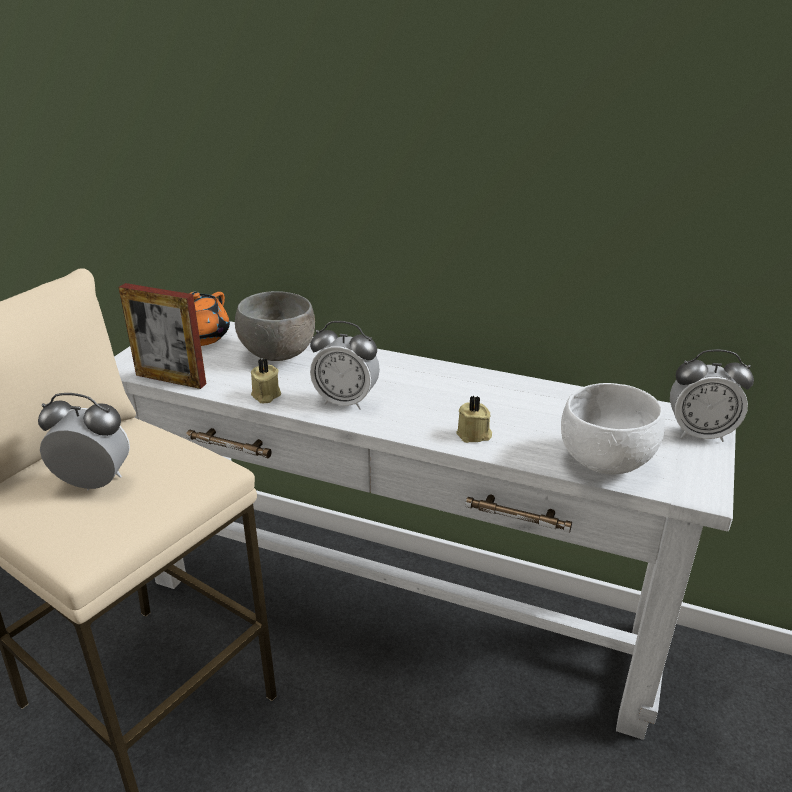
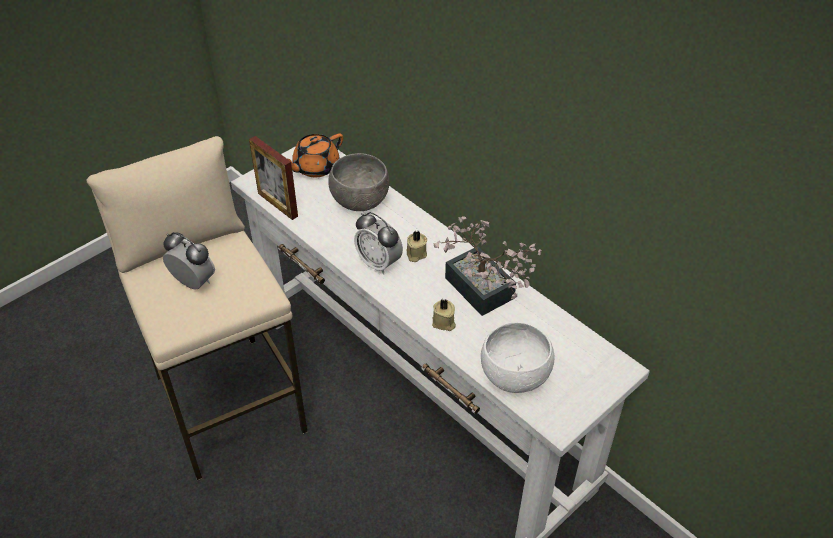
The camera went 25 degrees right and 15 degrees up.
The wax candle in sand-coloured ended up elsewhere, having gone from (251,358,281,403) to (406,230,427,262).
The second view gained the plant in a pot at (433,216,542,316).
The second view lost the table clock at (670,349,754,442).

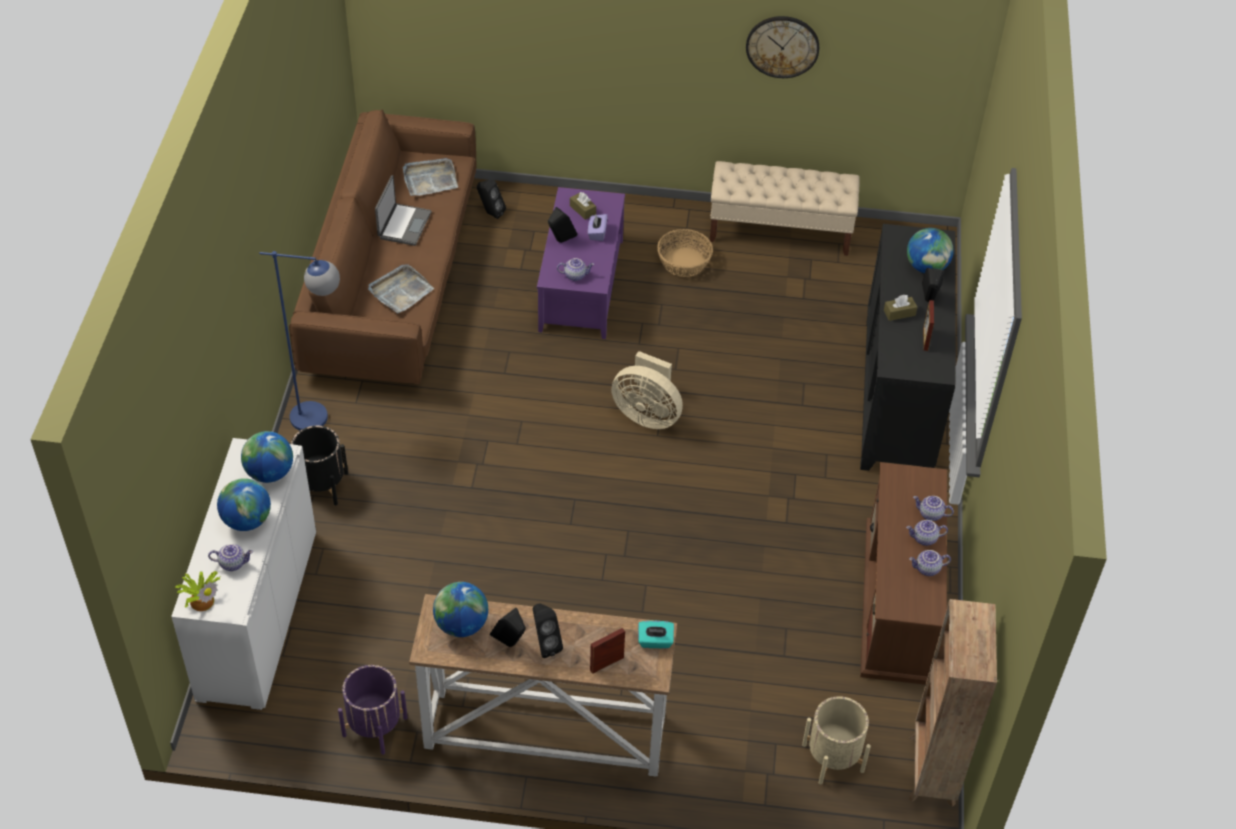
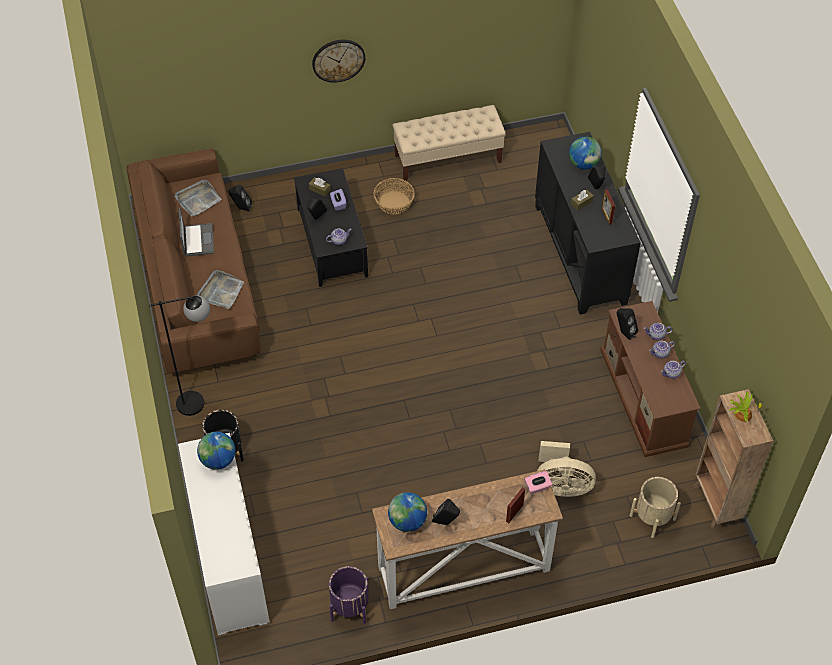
The camera went 20 degrees left and 5 degrees up.
What was the standing lamp in blue at (259,251,340,430) turned into the standing lamp in black at (149,295,210,416).
What was the lounge table in purple-coloured at (537,187,625,339) turned into the lounge table in black at (294,168,368,287).
The wall clock ended up elsewhere, having gone from (746,16,819,78) to (312,40,365,83).
What was the tissue box in turquoise-coloured at (638,621,674,649) turned into the tissue box in pink at (525,471,552,494).
The fan in sand-coloured ended up elsewhere, having gone from (611,351,683,429) to (537,441,596,497).
The loudspeaker in black ended up elsewhere, having gone from (533,603,563,658) to (617,308,638,340).
The plant in a pot ended up elsewhere, having gone from (175,571,220,611) to (730,391,762,422).
The second view lost the tea pot at (208,544,253,571).
The second view lost the world globe at (217,478,271,531).

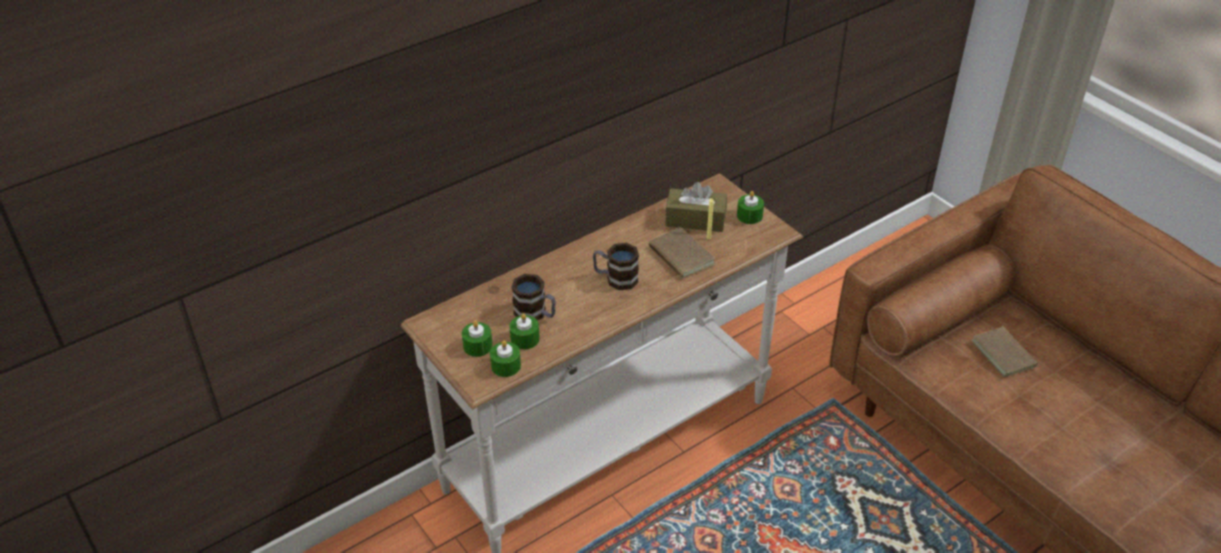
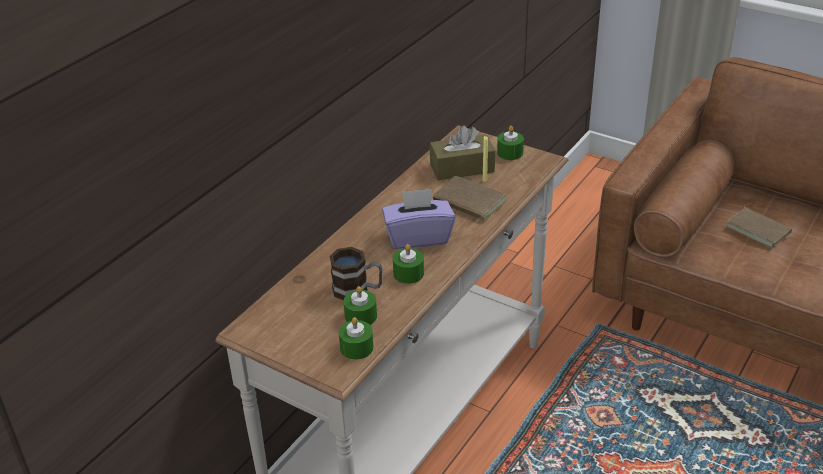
The camera went 20 degrees left and 5 degrees down.
Where the mug stood at (593,243,639,290), the tissue box in purple-coloured came to stand at (382,189,455,249).
The wax candle in greenish ended up elsewhere, having gone from (462,321,493,357) to (393,244,424,284).

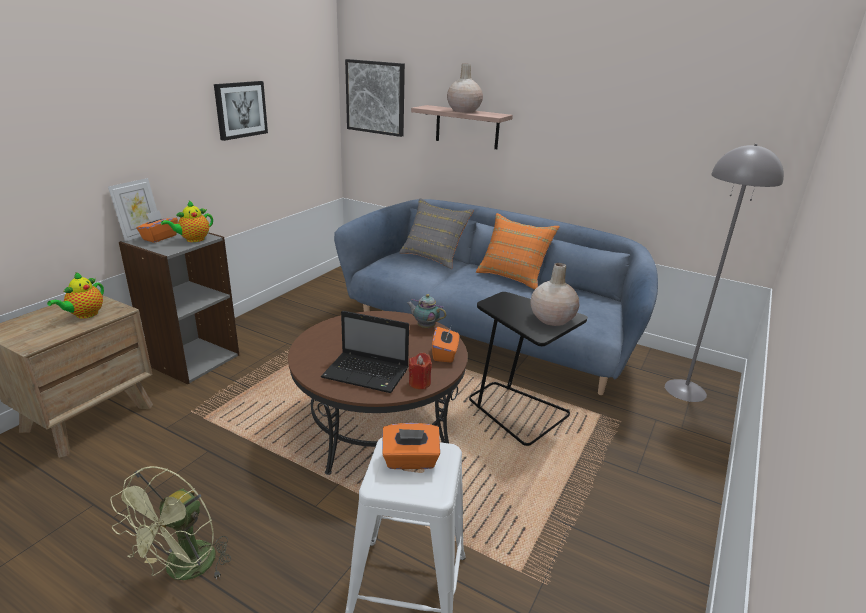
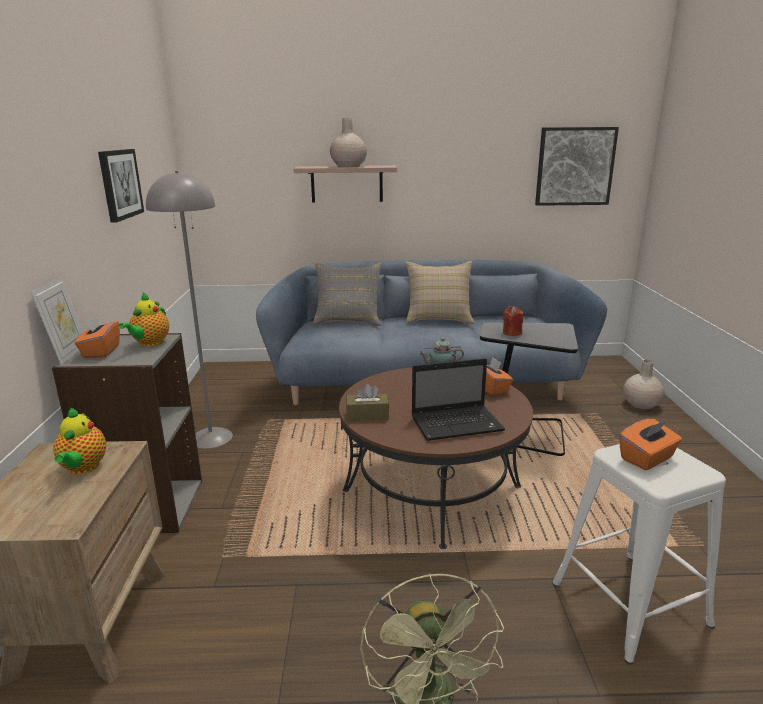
The camera went 30 degrees left and 5 degrees down.
The standing lamp in greyish ended up elsewhere, having gone from (665,144,784,402) to (146,171,233,449).
The second view gained the tissue box in brown-coloured at (346,384,389,421).
What was the pillow in orangey at (476,213,560,290) turned into the pillow in sand-coloured at (406,261,474,324).
The wax candle in red-coloured ended up elsewhere, having gone from (409,353,432,389) to (503,306,523,336).
The picture ended up elsewhere, having gone from (345,59,405,137) to (535,127,619,206).
The vase in sand-coloured ended up elsewhere, having gone from (530,263,579,326) to (623,360,665,410).

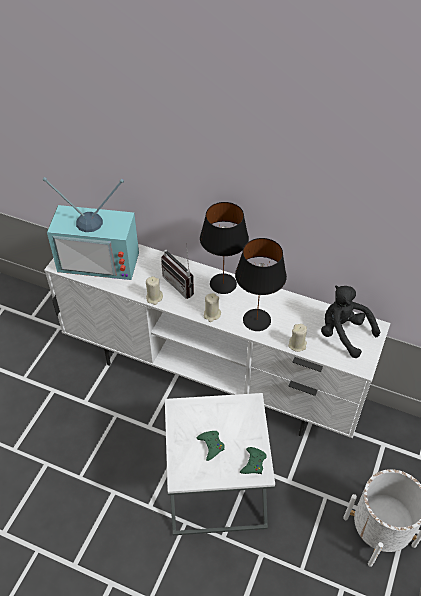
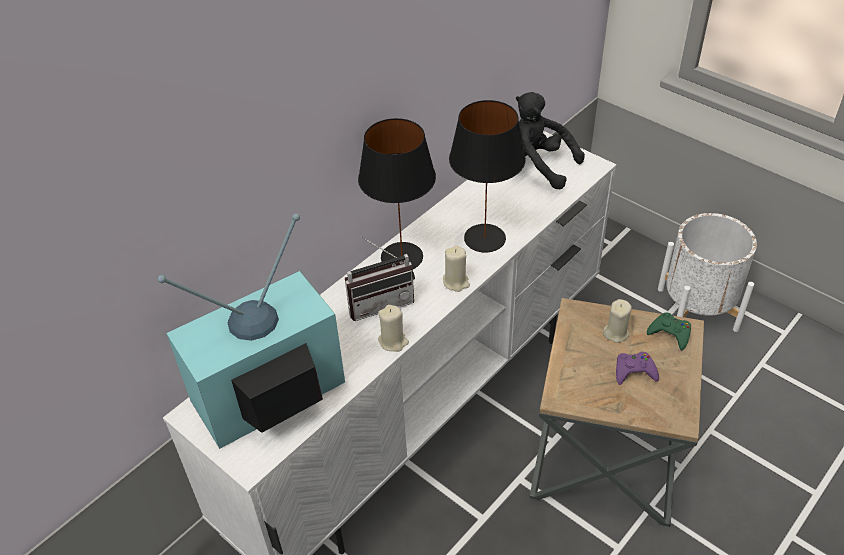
The camera went 70 degrees left and 5 degrees down.
The TV at (43,177,139,280) ended up facing another way, 150 degrees counterclockwise from before.
The cuddly toy in black at (321,285,380,358) ended up facing another way, 60 degrees clockwise from before.
What was the end table in white at (165,393,275,535) turned into the end table in brown-coloured at (529,298,704,527).
The wax candle in sand-coloured ended up elsewhere, having gone from (288,324,307,352) to (603,299,632,343).
What was the game controller in greenish at (197,431,225,461) turned into the game controller in purple-coloured at (616,352,659,385).

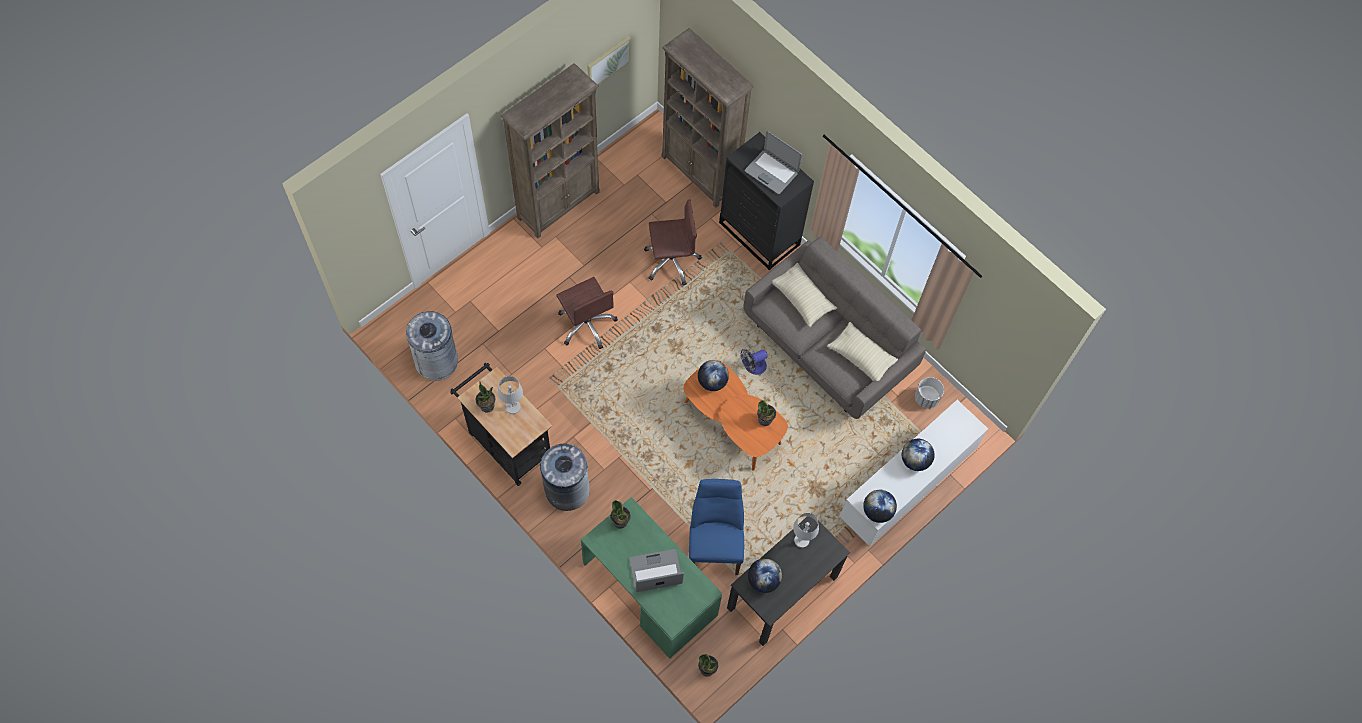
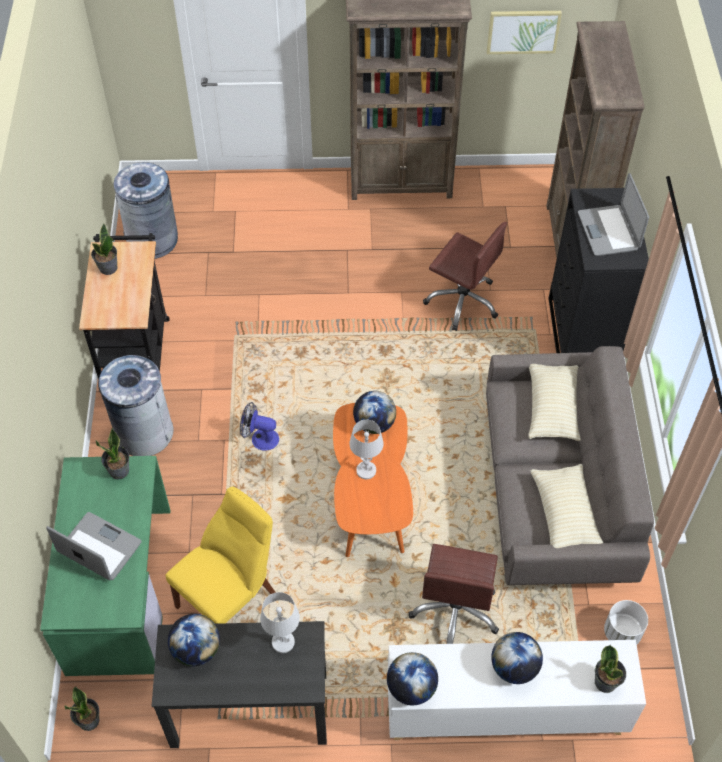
The camera went 45 degrees right and 10 degrees down.
What was the chair in blue at (689,479,744,575) turned into the chair in yellow at (165,486,276,624).
The fan ended up elsewhere, having gone from (741,349,768,375) to (240,402,279,451).
The table lamp in white ended up elsewhere, having gone from (498,376,523,414) to (349,420,384,479).
The desk chair in brown-coloured ended up elsewhere, having gone from (556,277,618,349) to (409,544,499,644).
The plant in a pot ended up elsewhere, having gone from (757,400,776,426) to (595,645,626,693).

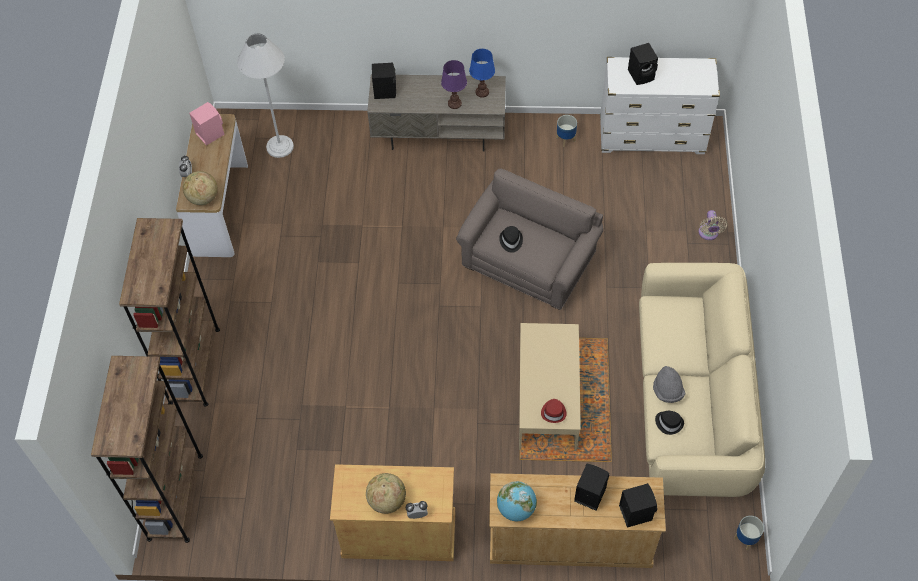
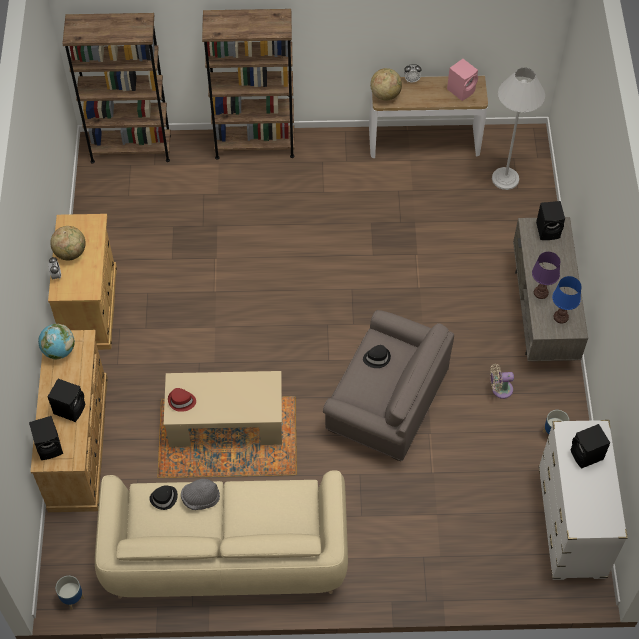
The camera went 85 degrees right and 0 degrees up.
The fan in sand-coloured ended up elsewhere, having gone from (699,210,727,240) to (490,364,514,399).

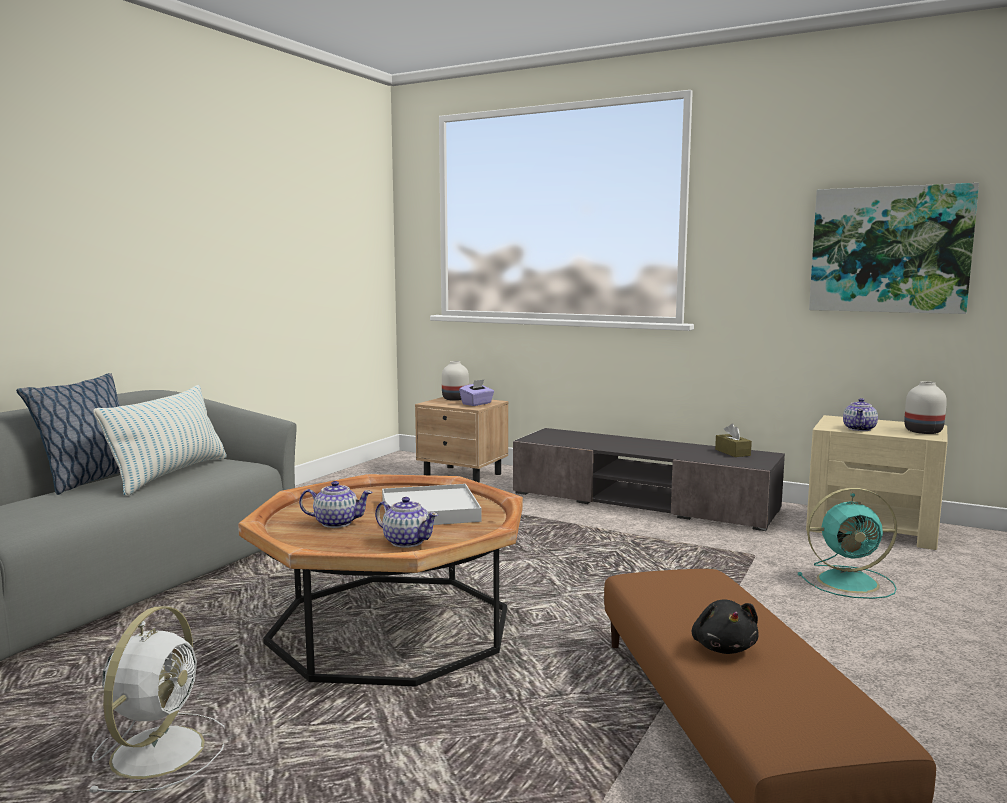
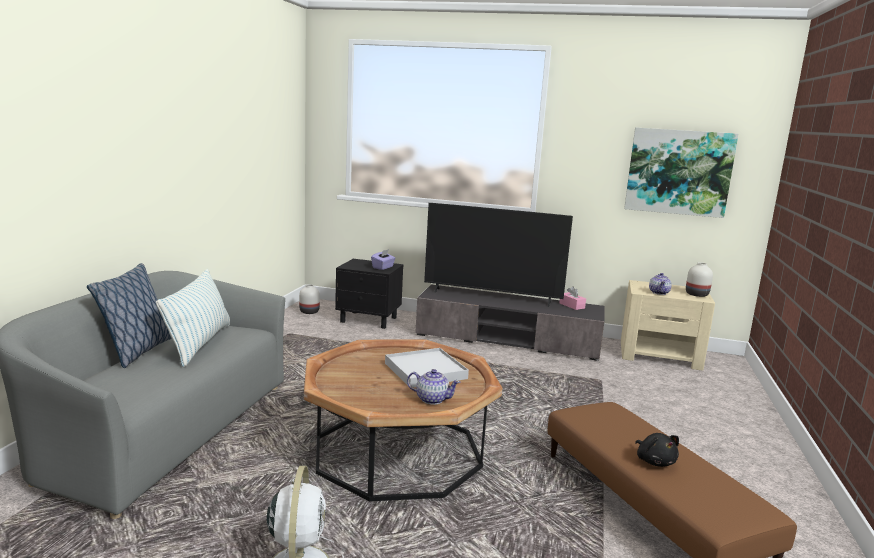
The camera went 15 degrees left and 5 degrees up.
The vase in white ended up elsewhere, having gone from (442,361,469,401) to (299,284,320,314).
What was the bedside table in sand-coloured at (415,397,508,483) turned into the bedside table in black at (335,259,403,329).
The second view gained the TV at (424,203,573,307).
What was the tissue box in brown-coloured at (715,424,752,457) turned into the tissue box in pink at (559,286,586,310).
The second view lost the tea pot at (299,481,372,528).
The second view lost the fan in turquoise-coloured at (798,488,897,599).

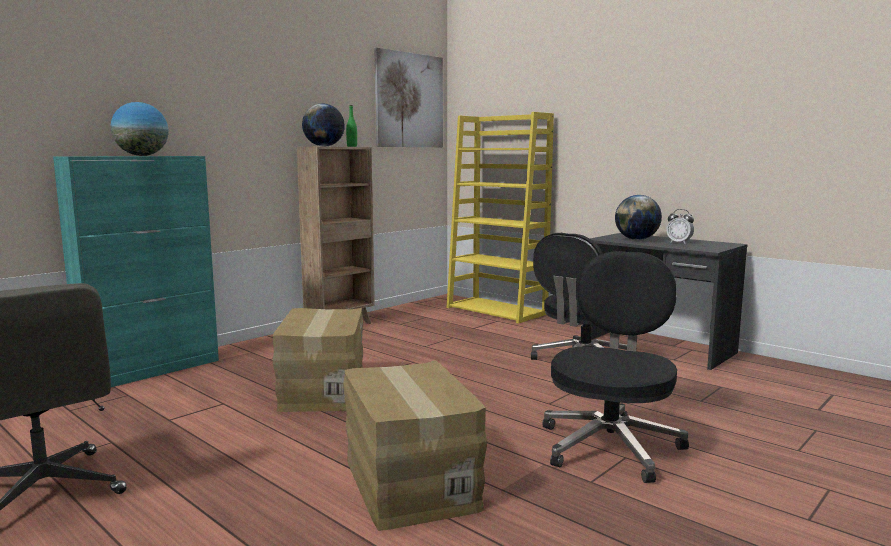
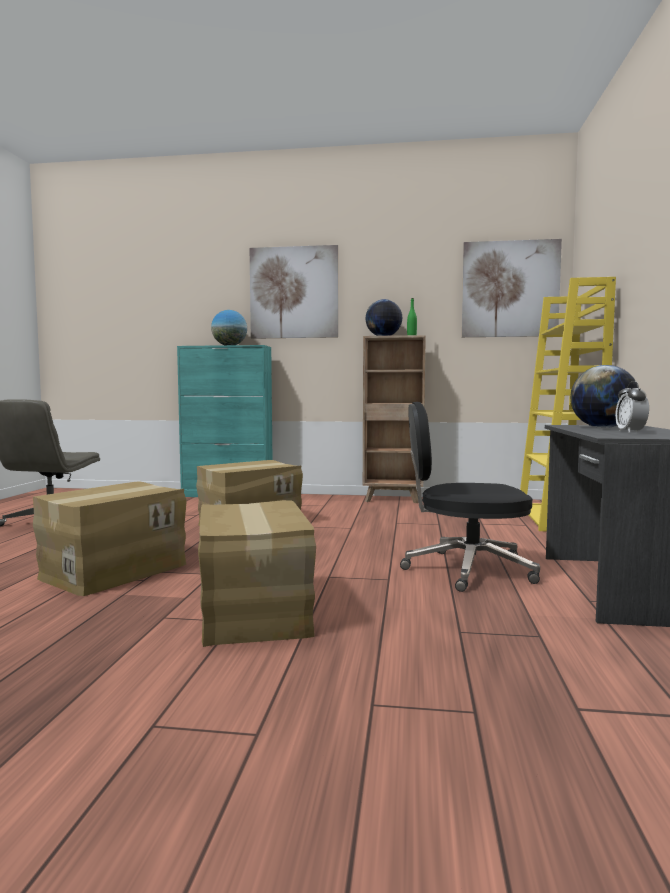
The camera went 55 degrees right and 5 degrees down.
Where the desk chair in black stood at (542,251,689,483), the cardboard box came to stand at (198,500,316,647).
The second view gained the picture at (250,245,338,339).

